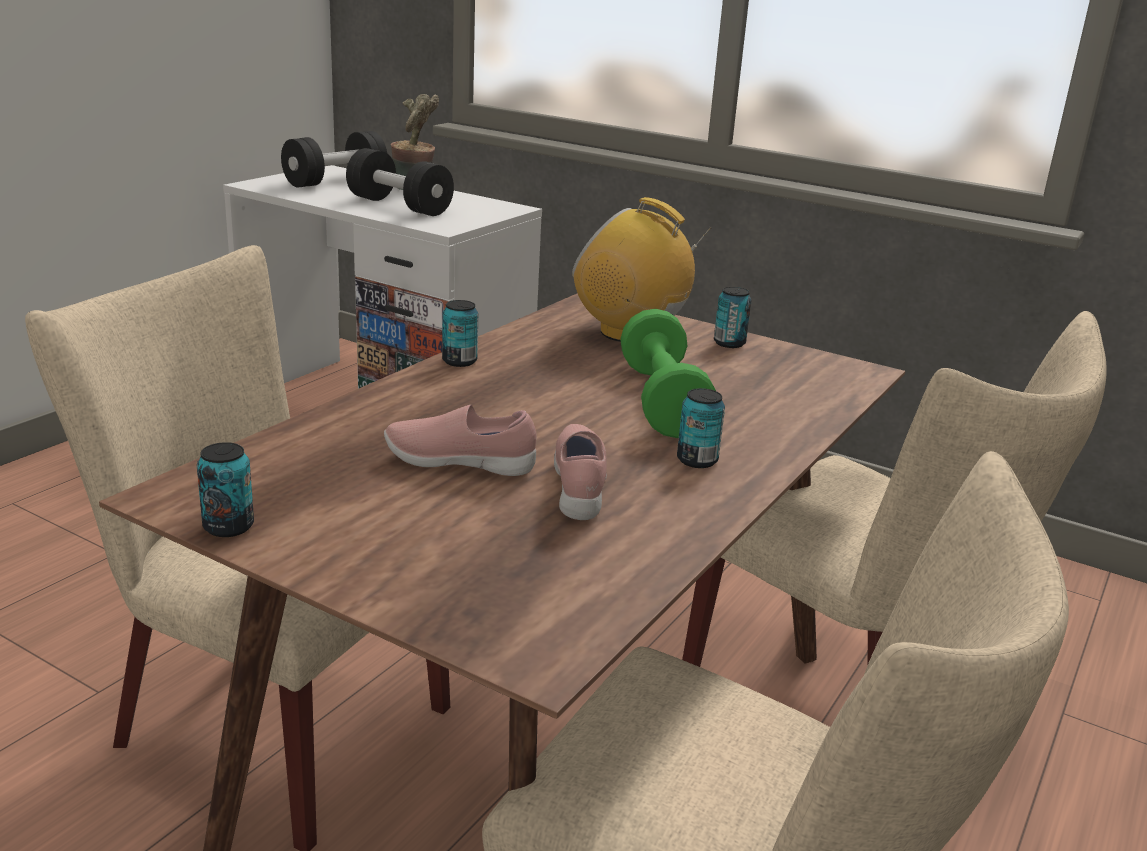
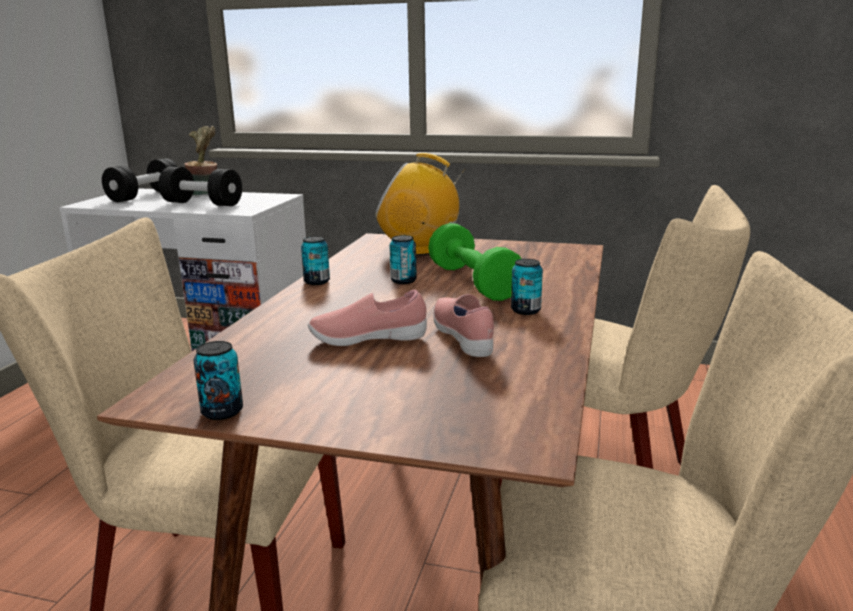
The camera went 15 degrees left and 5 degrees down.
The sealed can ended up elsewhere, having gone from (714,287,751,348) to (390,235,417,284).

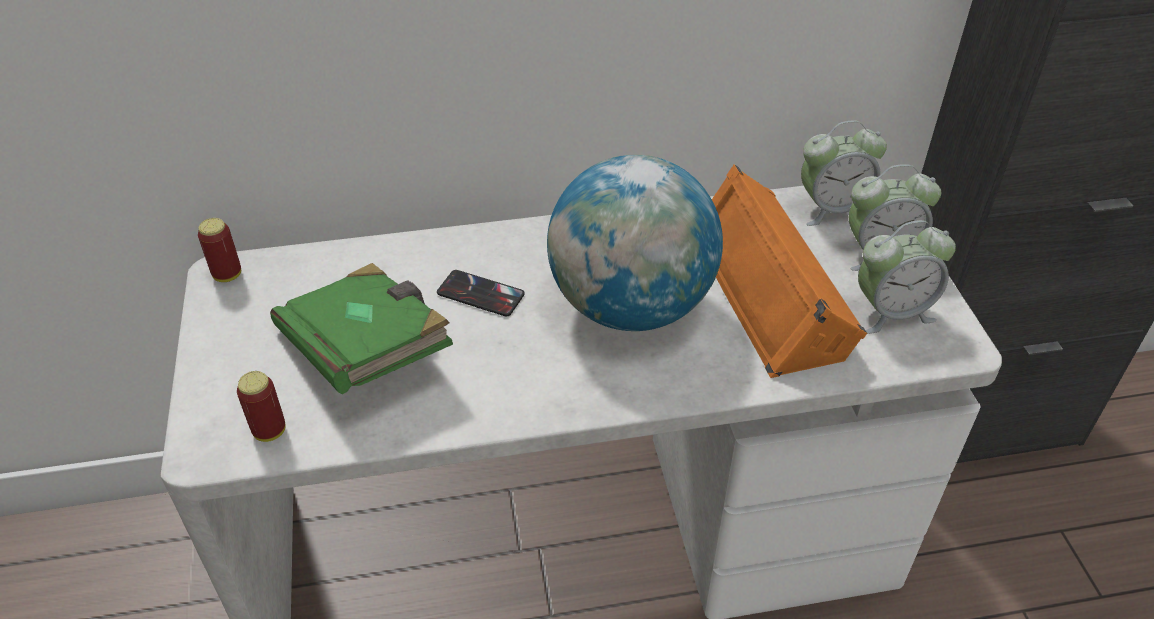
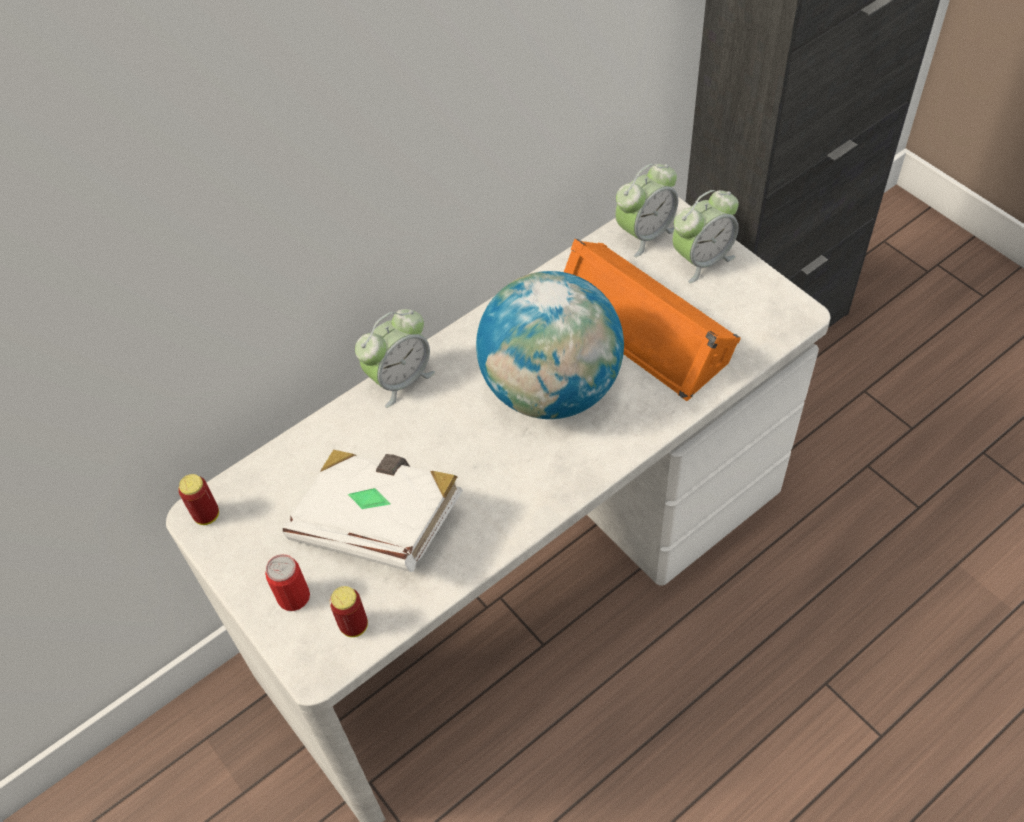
The camera went 25 degrees left and 10 degrees up.
The second view gained the sealed can at (265,554,310,611).
What was the volume in greenish at (270,263,453,394) turned into the volume in white at (283,450,463,572).
The table clock ended up elsewhere, having gone from (858,220,956,334) to (355,309,435,408).
The second view lost the phone at (437,270,525,316).

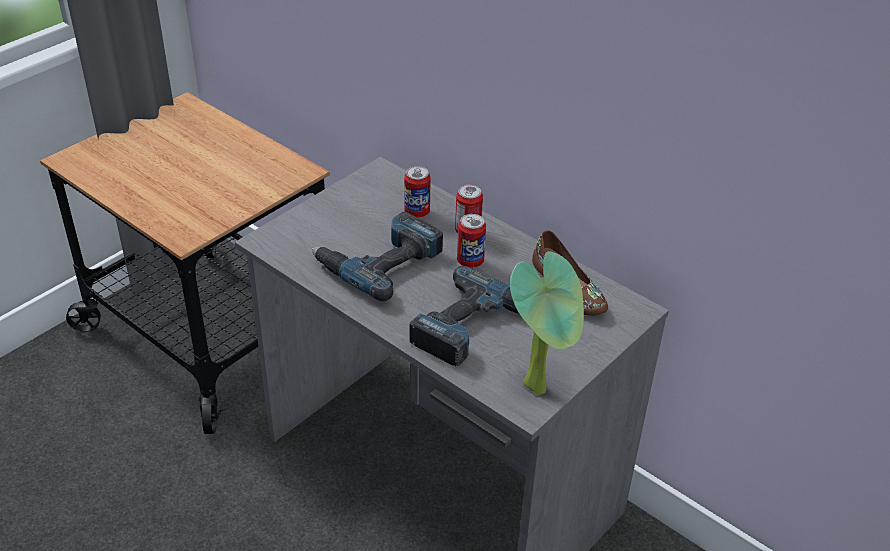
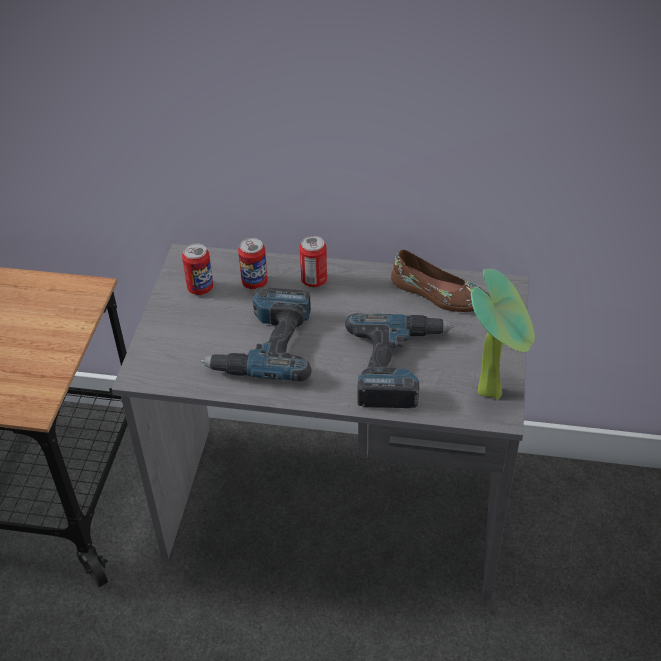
The camera went 30 degrees left and 5 degrees up.
The sealed can ended up elsewhere, having gone from (457,214,486,268) to (182,243,213,295).

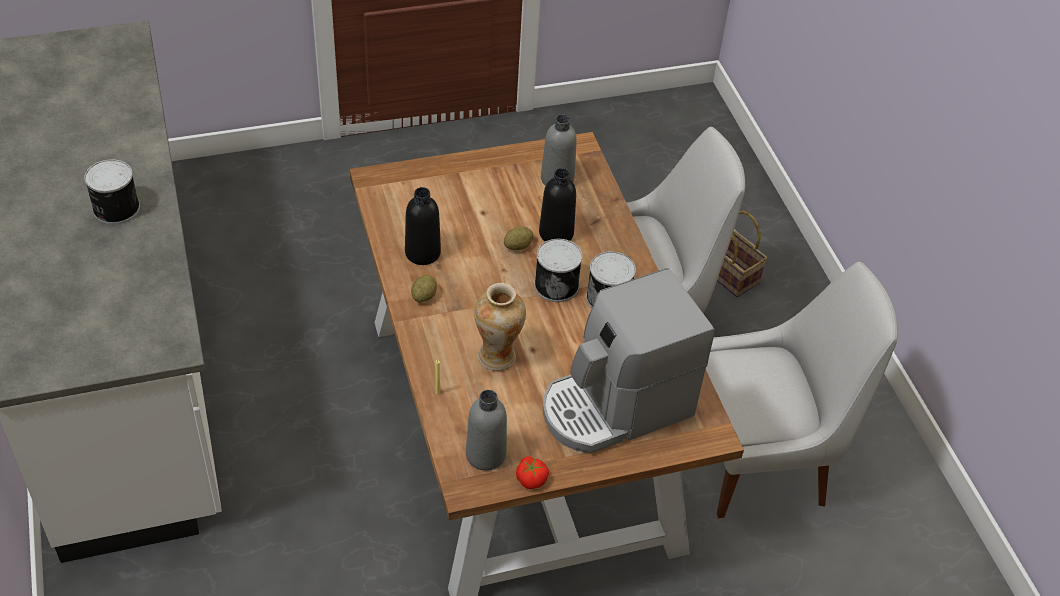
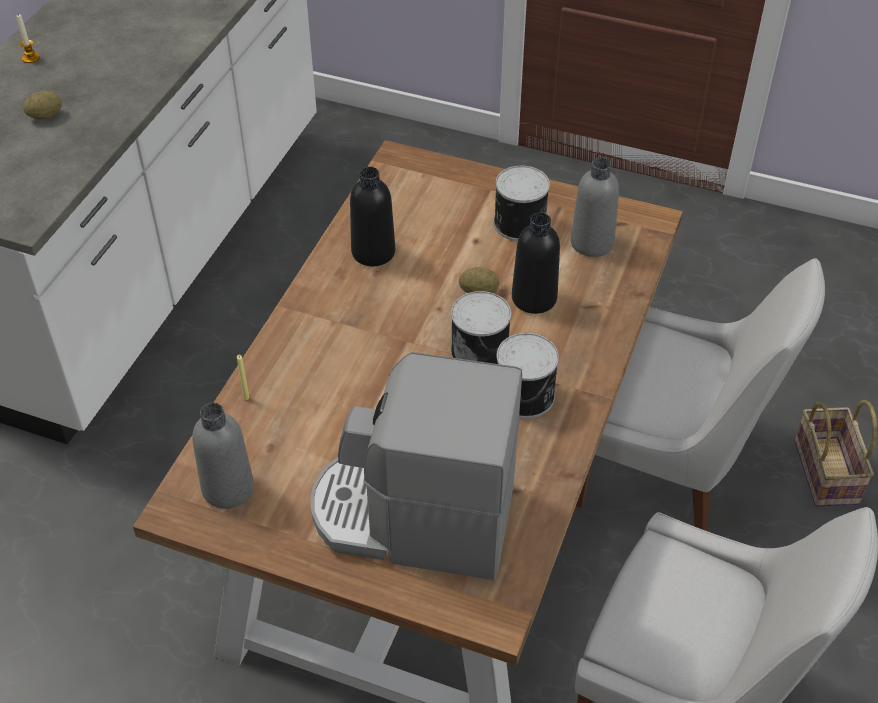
The camera went 40 degrees right and 0 degrees up.
The second view gained the wax candle at (16,14,40,63).
The potato ended up elsewhere, having gone from (411,275,437,302) to (23,91,62,120).
The sealed can ended up elsewhere, having gone from (84,159,140,225) to (494,166,550,241).
The second view lost the vase at (474,283,526,371).
The second view lost the fresh tomato at (516,457,549,490).

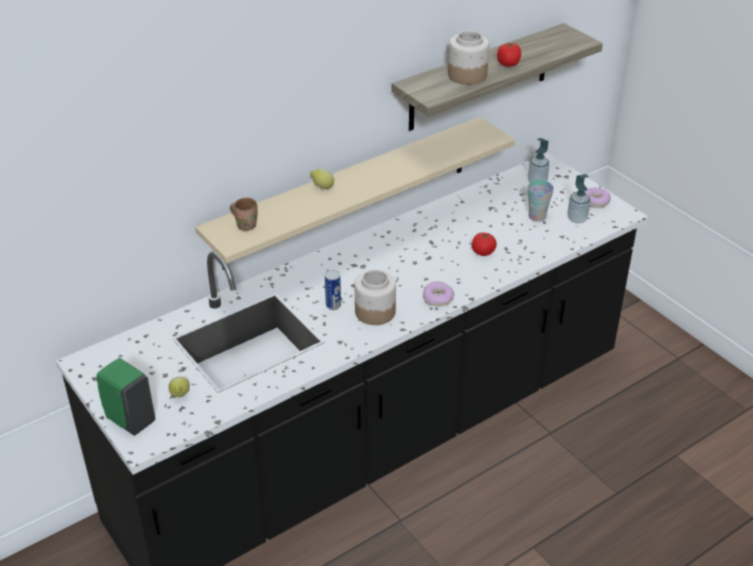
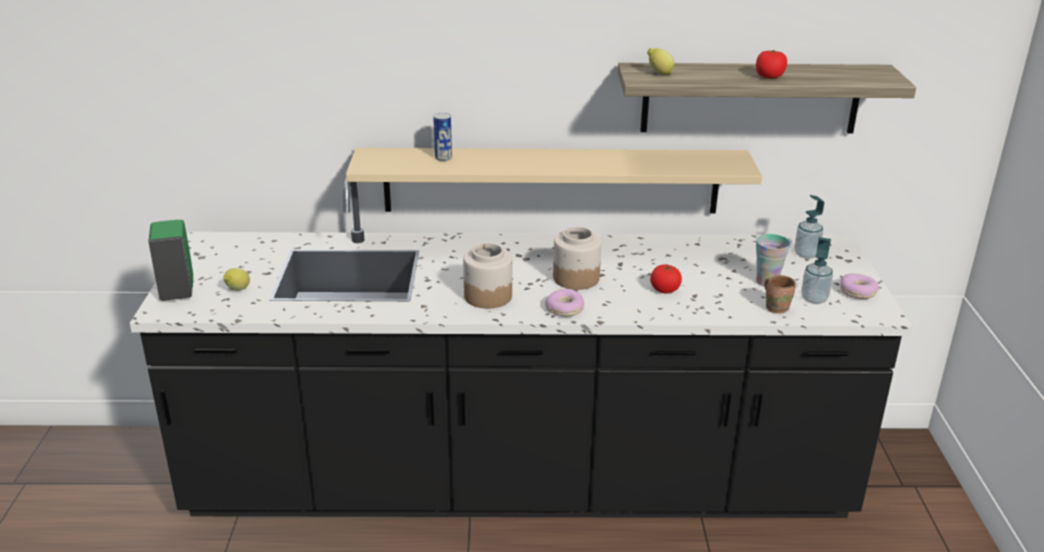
The camera went 35 degrees right and 10 degrees down.
The sealed can ended up elsewhere, having gone from (325,270,341,310) to (433,113,452,161).
The storage jar ended up elsewhere, having gone from (448,31,489,85) to (553,227,601,290).
The whole lemon ended up elsewhere, having gone from (310,169,334,189) to (647,48,674,75).
The mug in brown-coloured ended up elsewhere, having gone from (230,197,257,231) to (764,275,796,313).

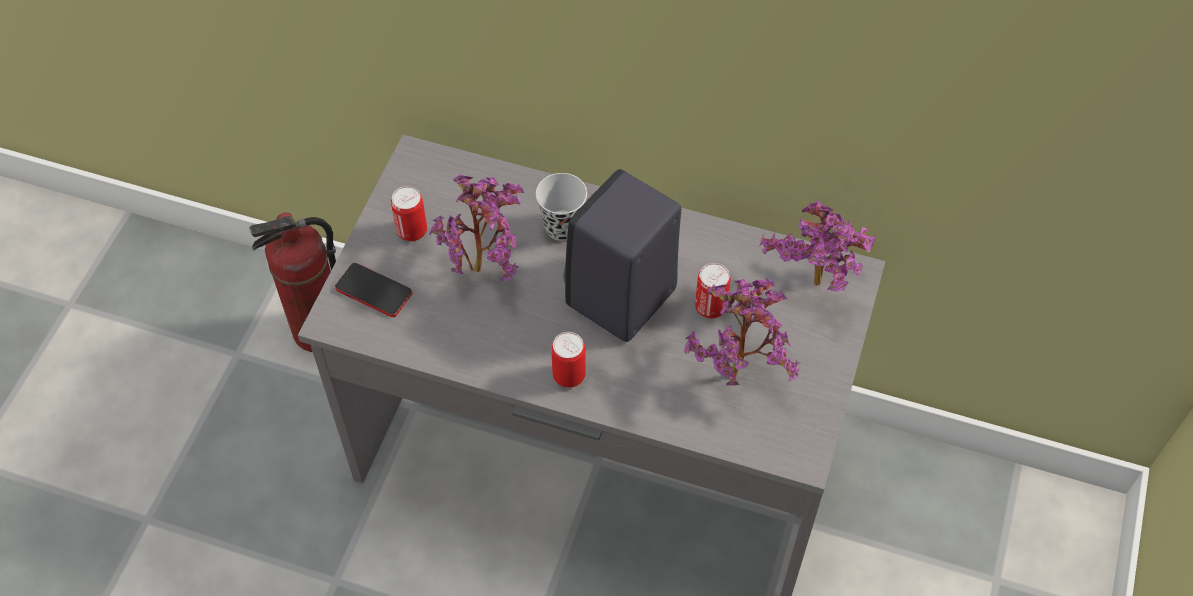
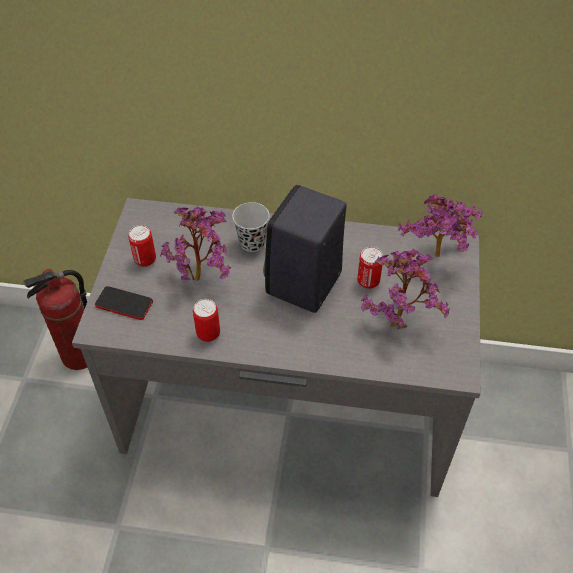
The camera went 10 degrees left and 5 degrees down.
The sealed can ended up elsewhere, having gone from (551,332,586,388) to (193,299,220,342).

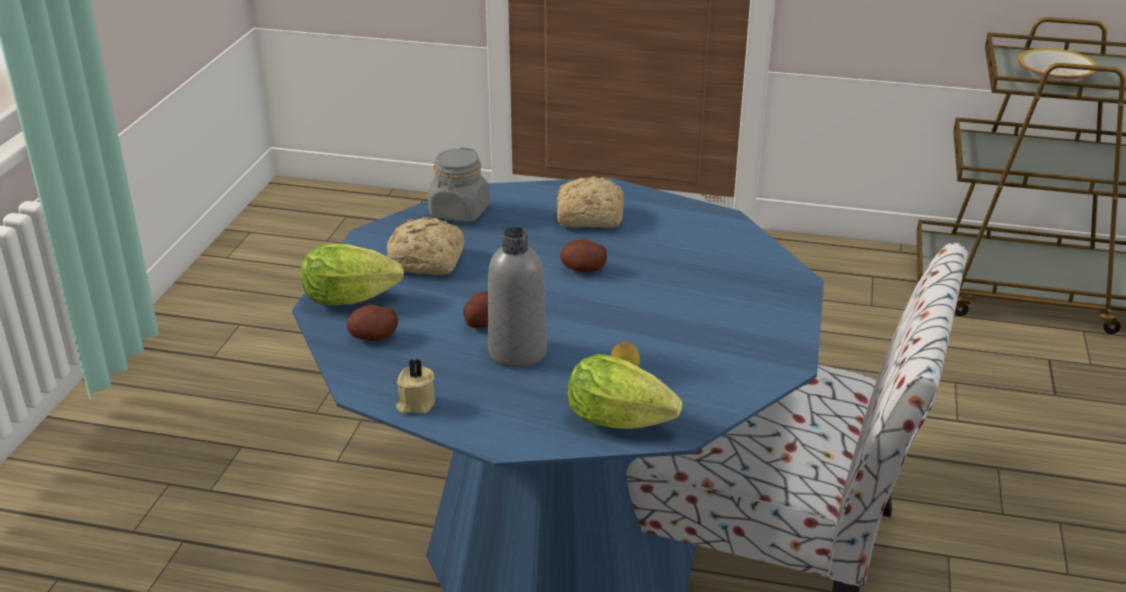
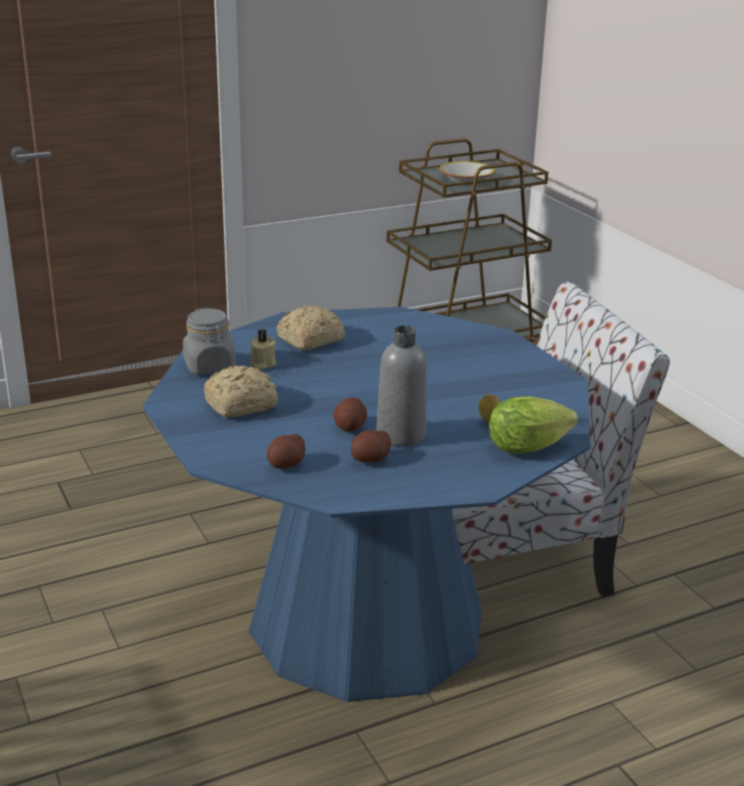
The camera went 40 degrees left and 5 degrees down.
The wax candle in sand-coloured ended up elsewhere, having gone from (396,358,435,414) to (250,329,276,370).
The potato ended up elsewhere, having gone from (560,239,607,273) to (351,430,391,462).
The second view lost the head of lettuce at (301,244,404,305).

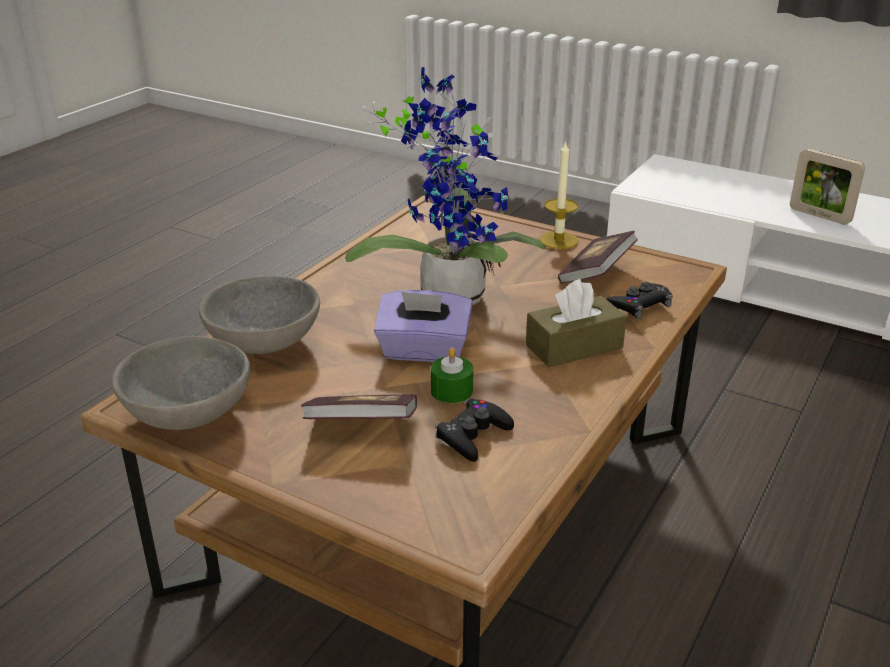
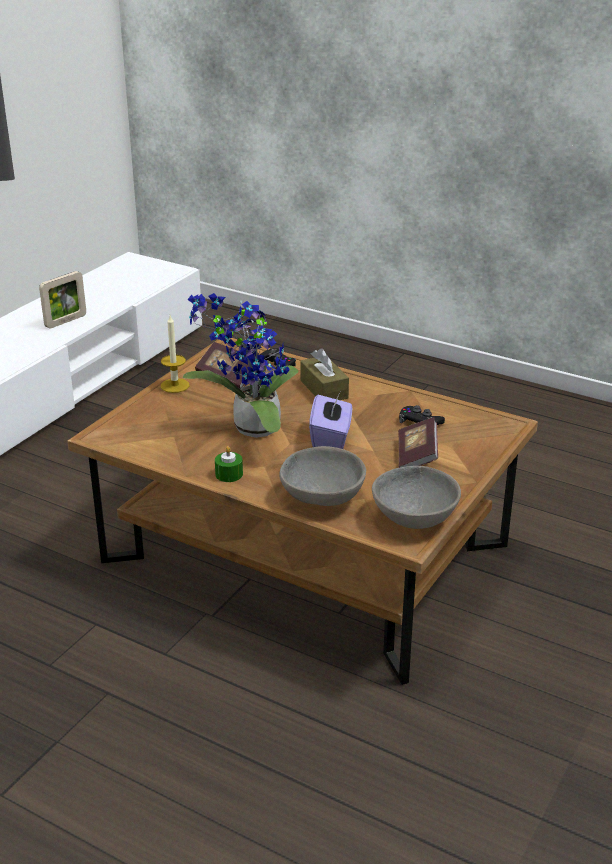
The camera went 90 degrees left and 0 degrees up.
The wax candle in greenish ended up elsewhere, having gone from (431,348,473,403) to (215,446,243,482).

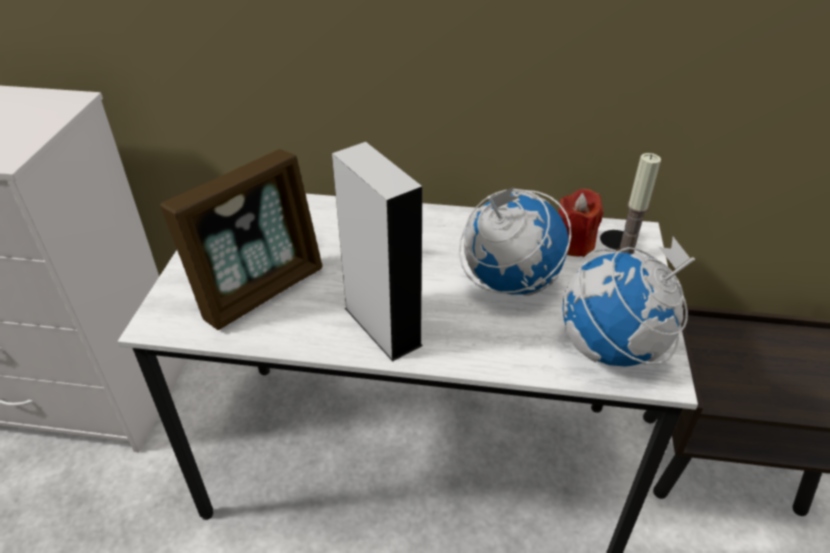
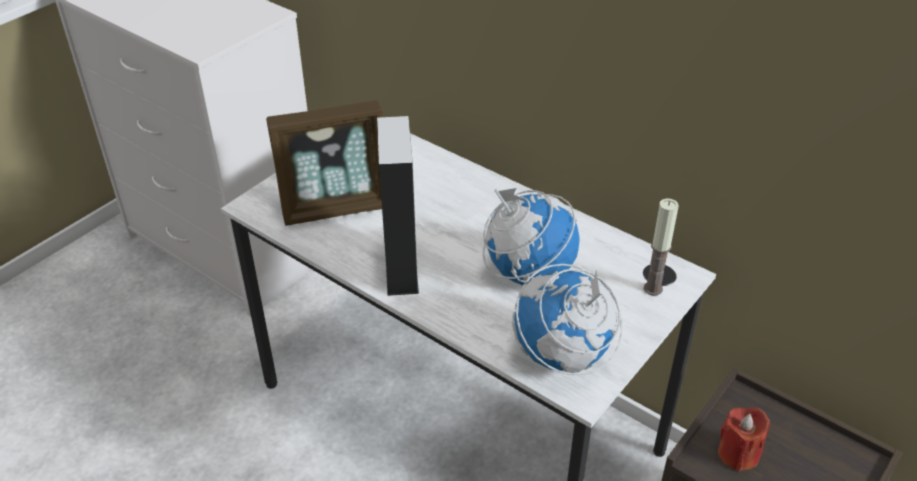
The camera went 30 degrees right and 0 degrees up.
The wax candle in red-coloured ended up elsewhere, having gone from (559,189,603,257) to (718,407,770,472).

